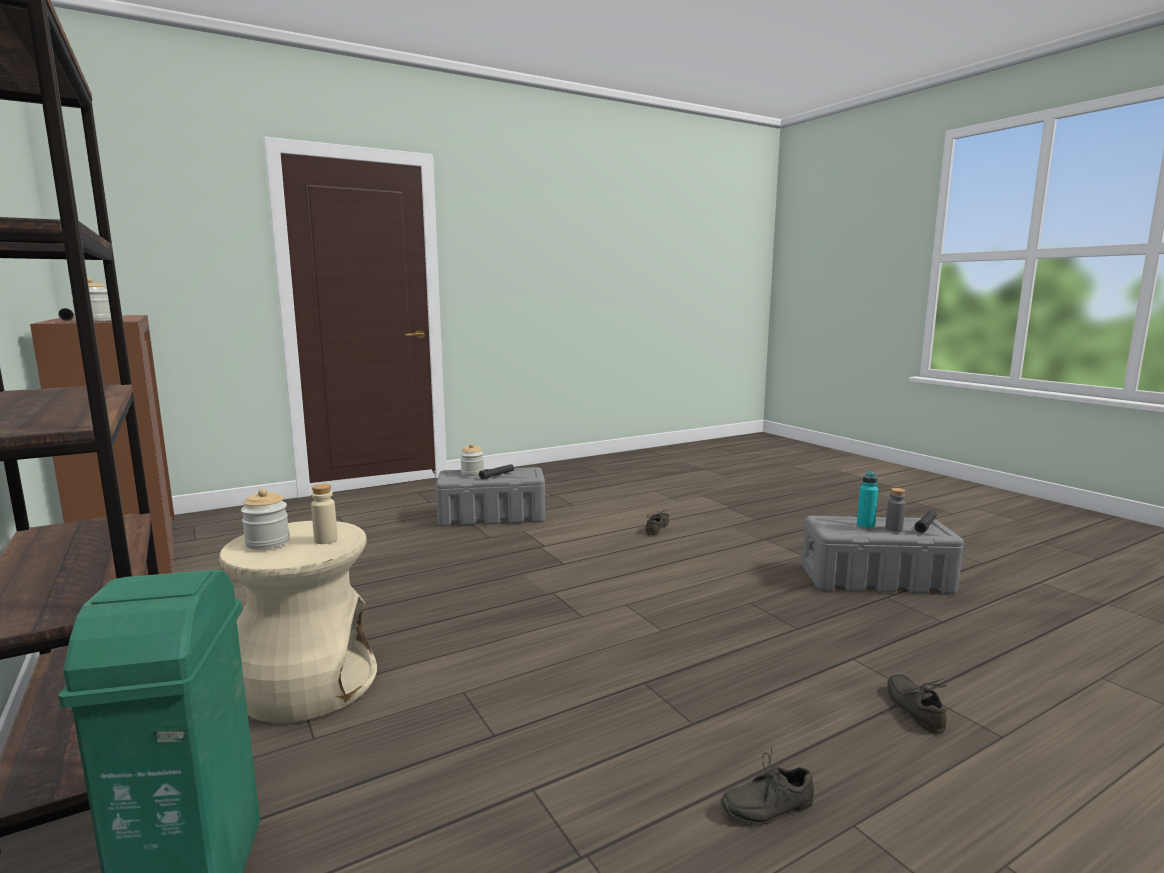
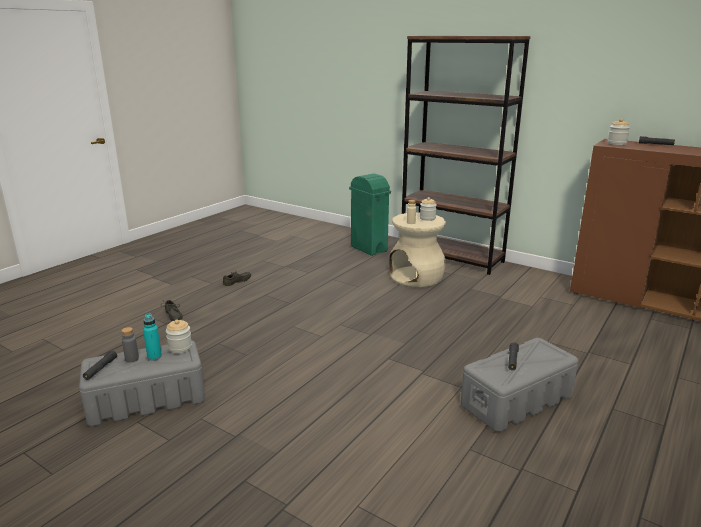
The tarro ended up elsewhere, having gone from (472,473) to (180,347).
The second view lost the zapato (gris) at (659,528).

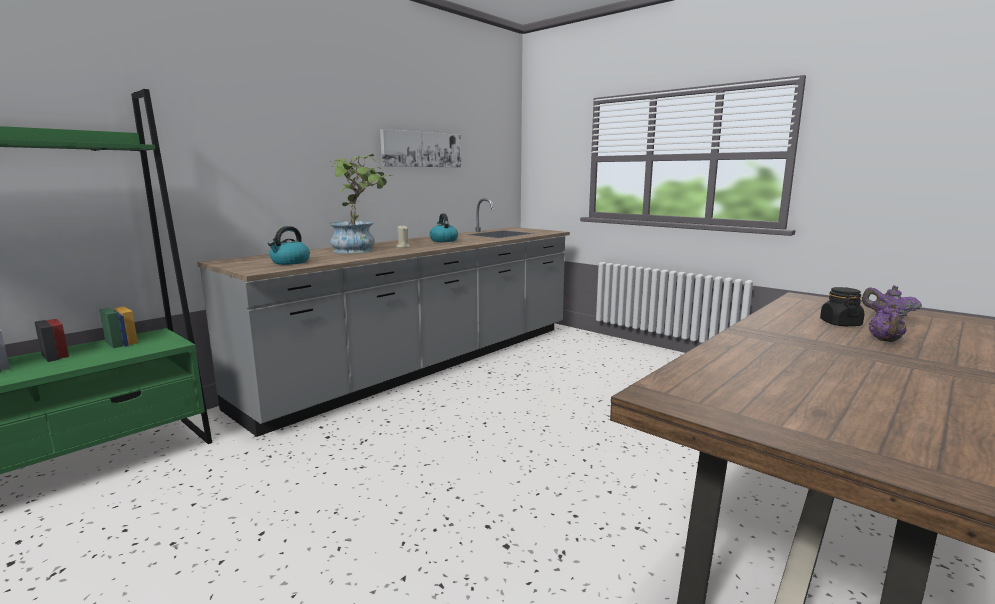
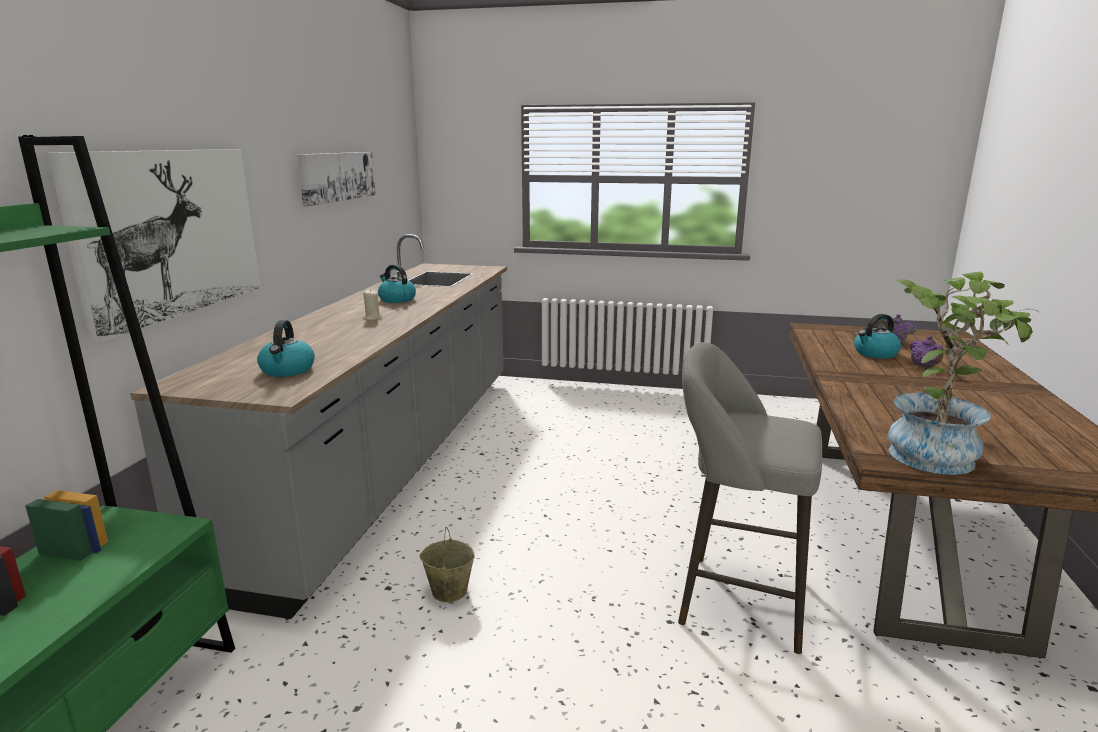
The planta en maceta ended up elsewhere, having gone from (360,250) to (938,453).
Where the tarro (negro) stood at (840,323), the hervidor came to stand at (875,353).
The second view gained the cuadro at (171,233).
The second view gained the taburete (gris) at (734,599).
The second view gained the cubo (beis) at (448,591).

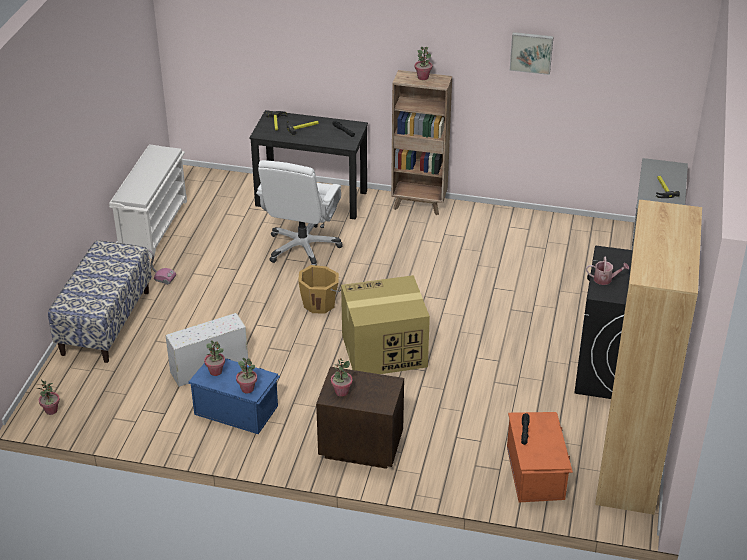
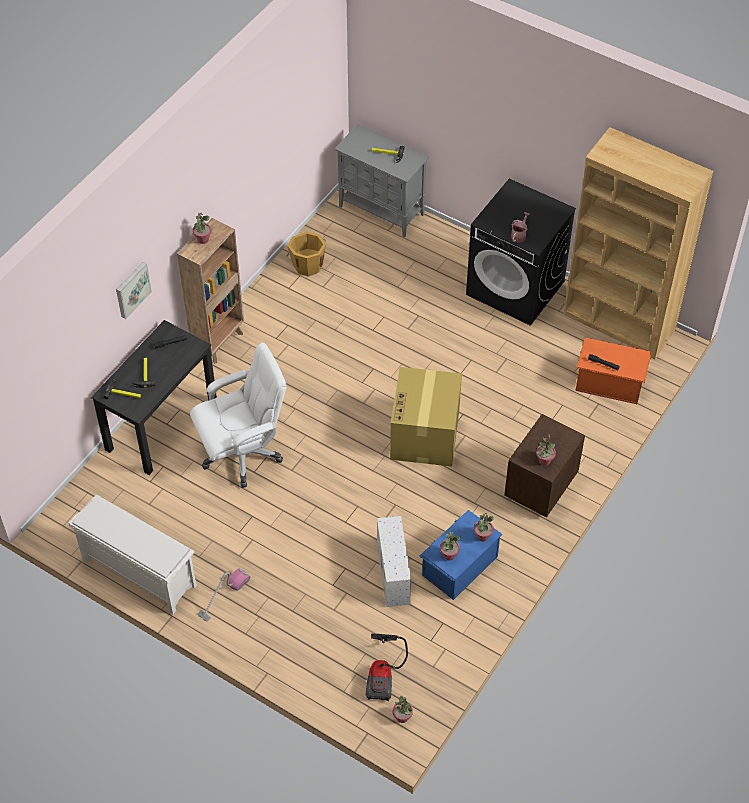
The cuadro ended up elsewhere, having gone from (531,52) to (132,289).
The silla de oficina (blanco) at (303,248) ended up facing another way, 60 degrees counterclockwise from before.
The second view lost the banco at (105,322).
The cubo (naranja) ended up elsewhere, having gone from (319,303) to (307,265).
The second view gained the aspiradora at (383,674).

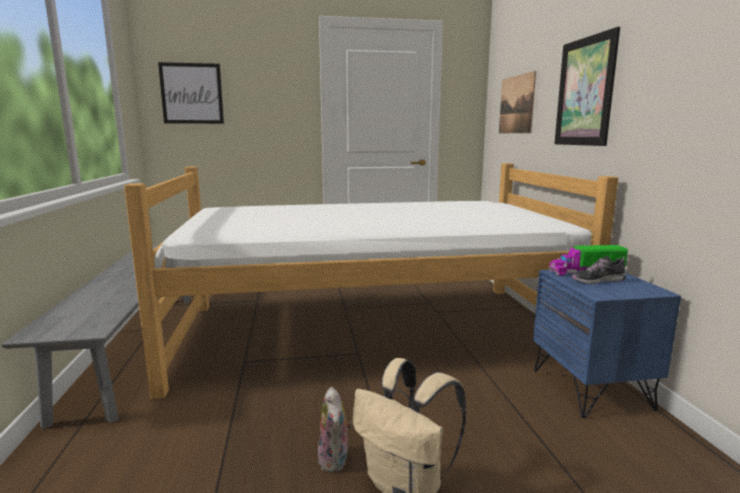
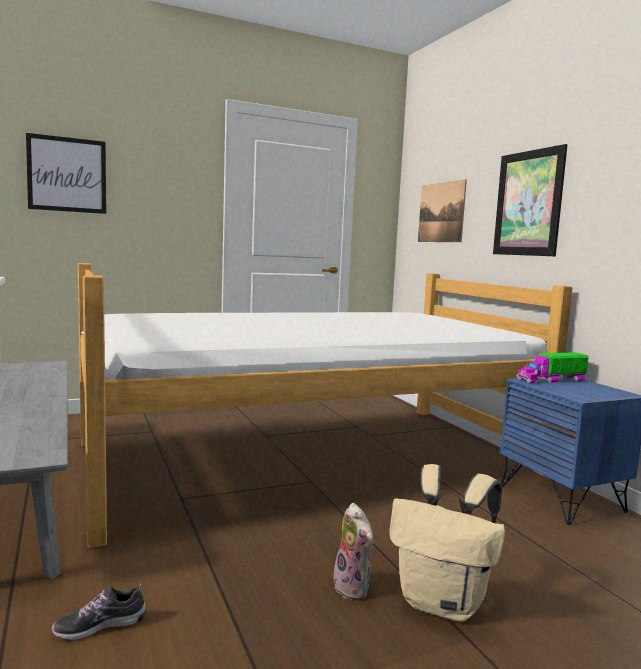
The zapato ended up elsewhere, having gone from (597,281) to (100,625).

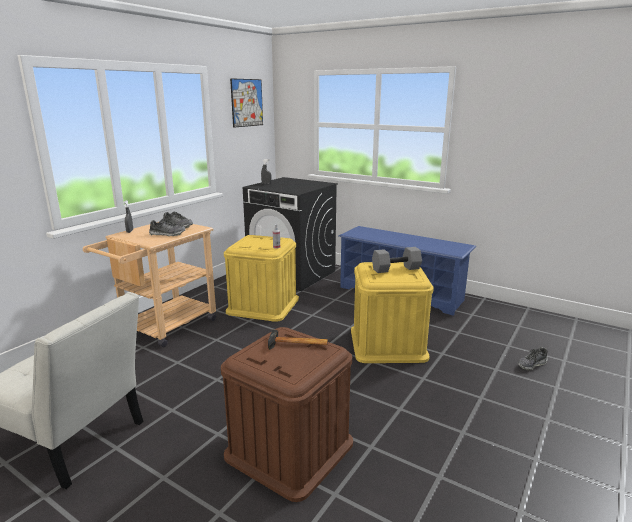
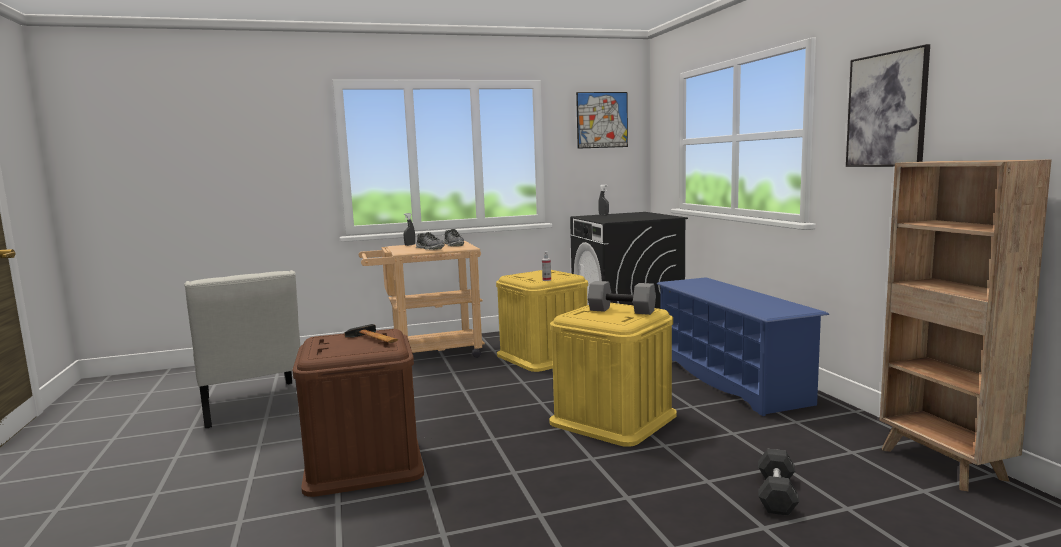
Where the zapato stood at (531,364), the mancuerna (gris) came to stand at (776,494).
The second view gained the cuadro at (886,110).
The second view gained the estantería (marrón) at (943,465).

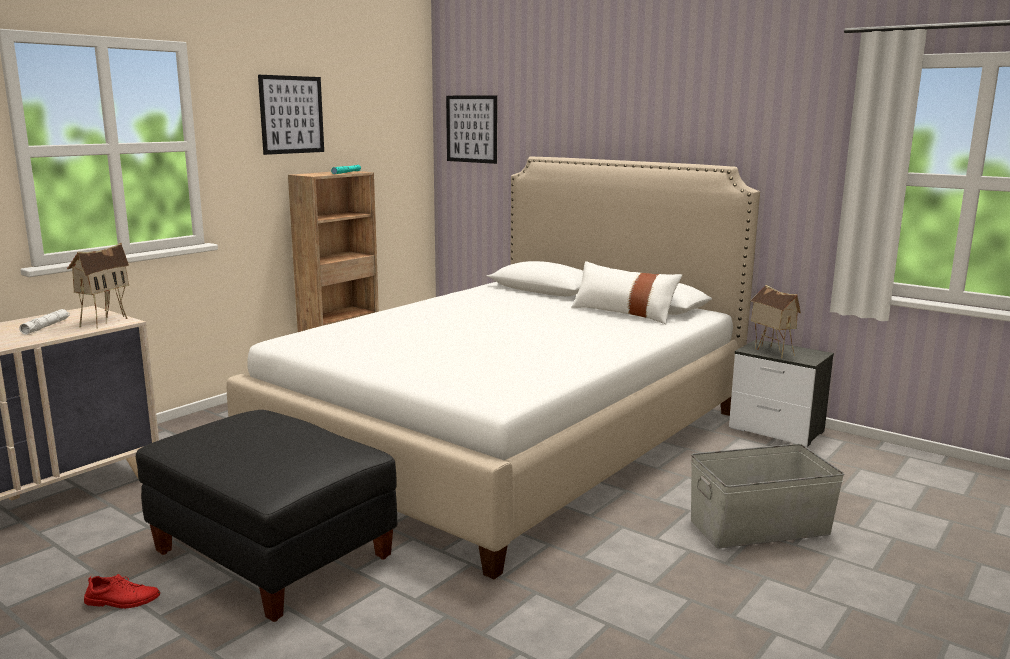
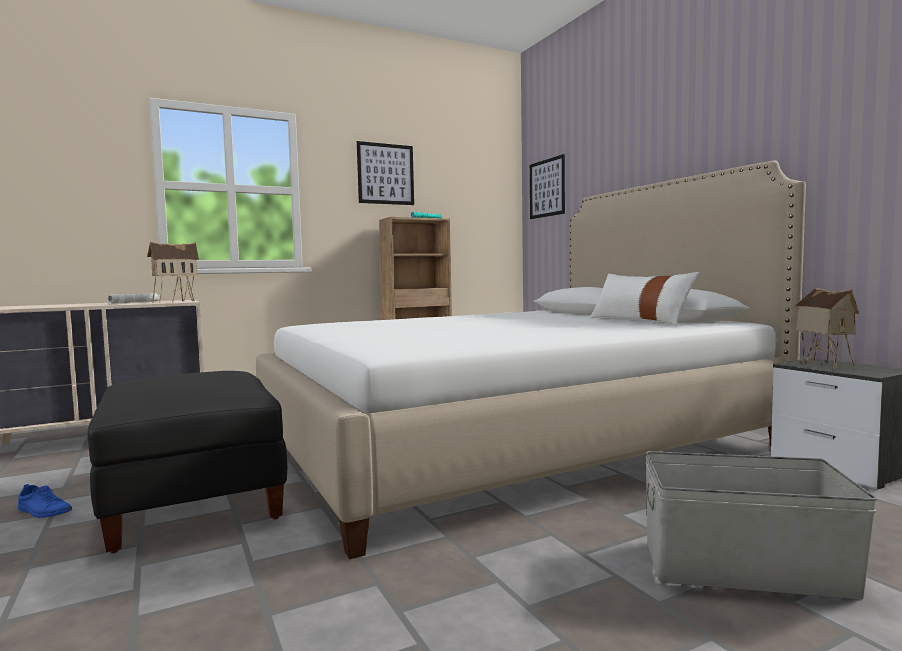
What was the zapato (rojo) at (122,600) turned into the zapato (azul) at (44,511).

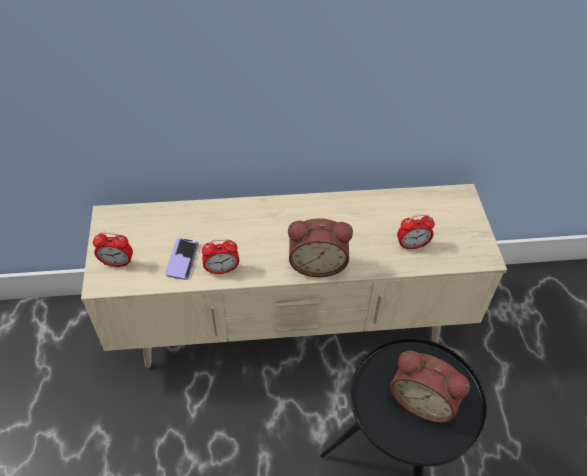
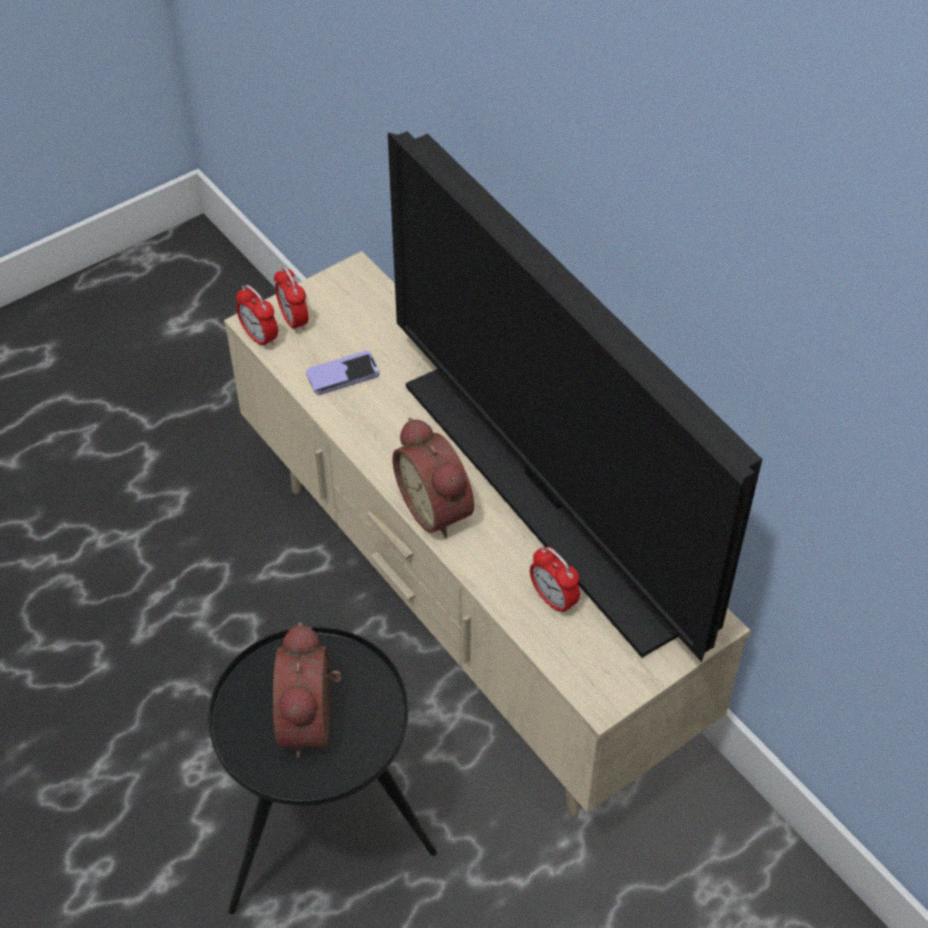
The despertador ended up elsewhere, having gone from (222,270) to (259,338).
The second view gained the televisor at (547,499).

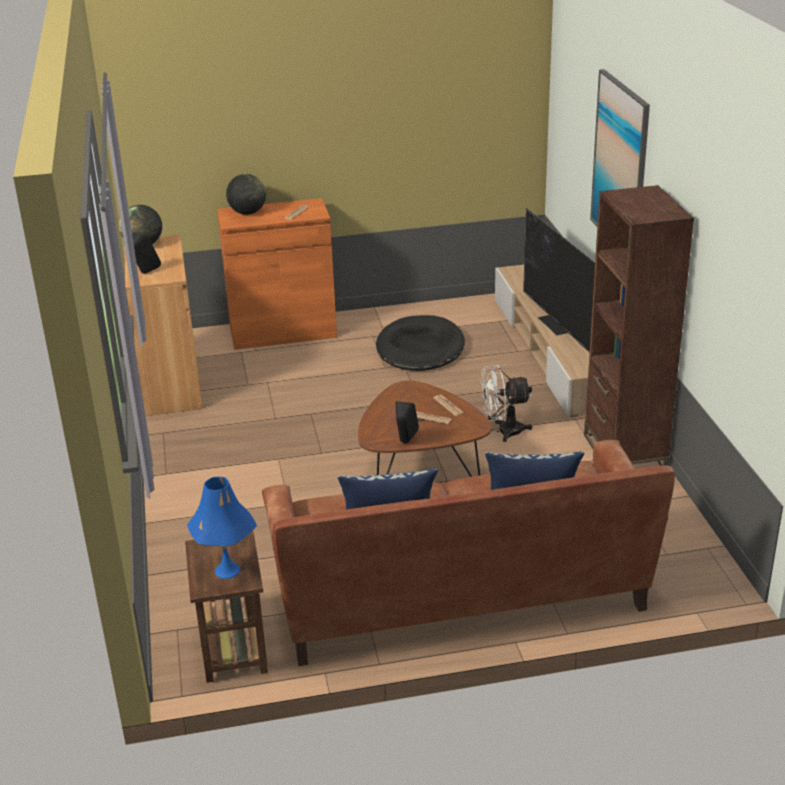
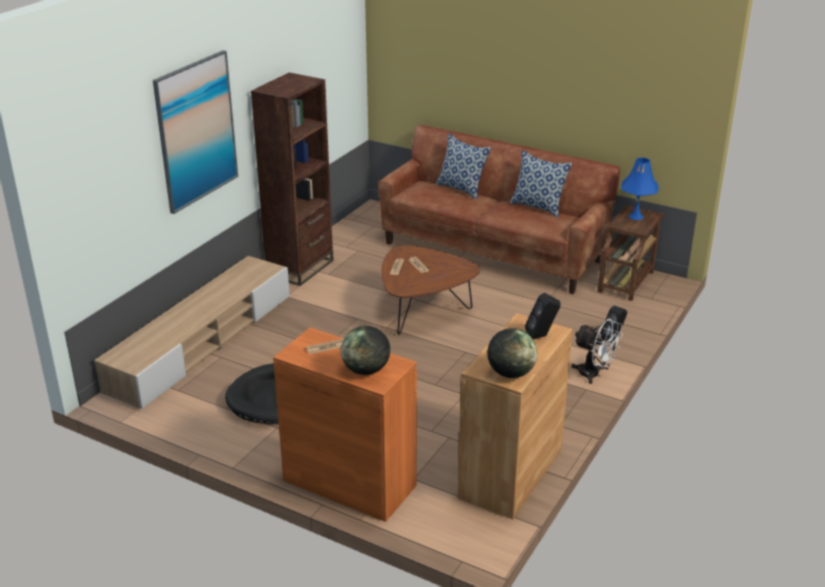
The second view lost the televisor at (558,324).
The ventilador (blanco) ended up elsewhere, having gone from (503,431) to (594,374).
The altavoz (negro) ended up elsewhere, having gone from (405,442) to (613,339).

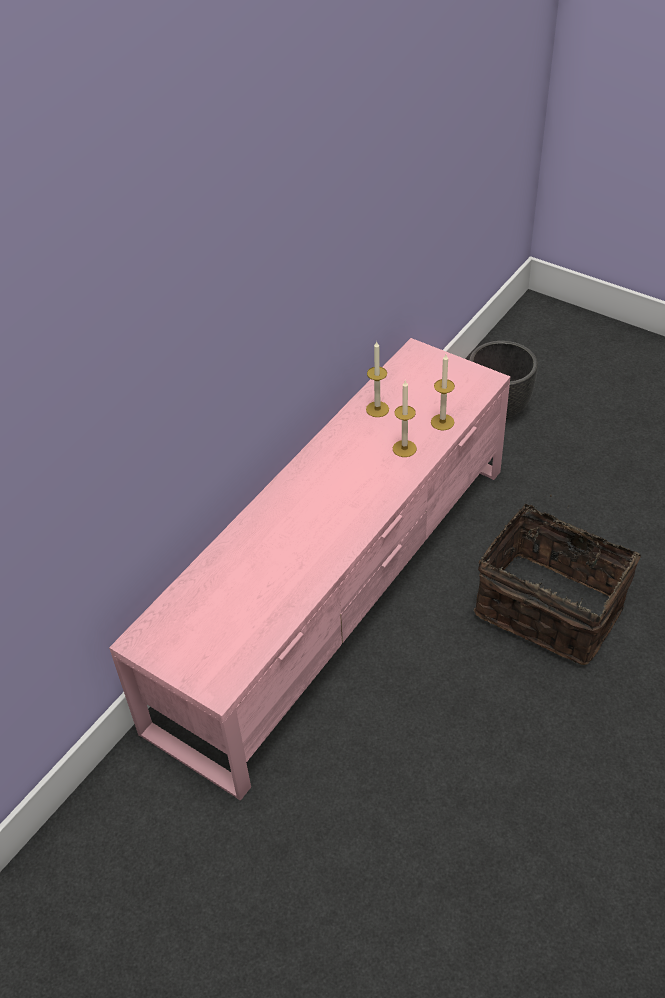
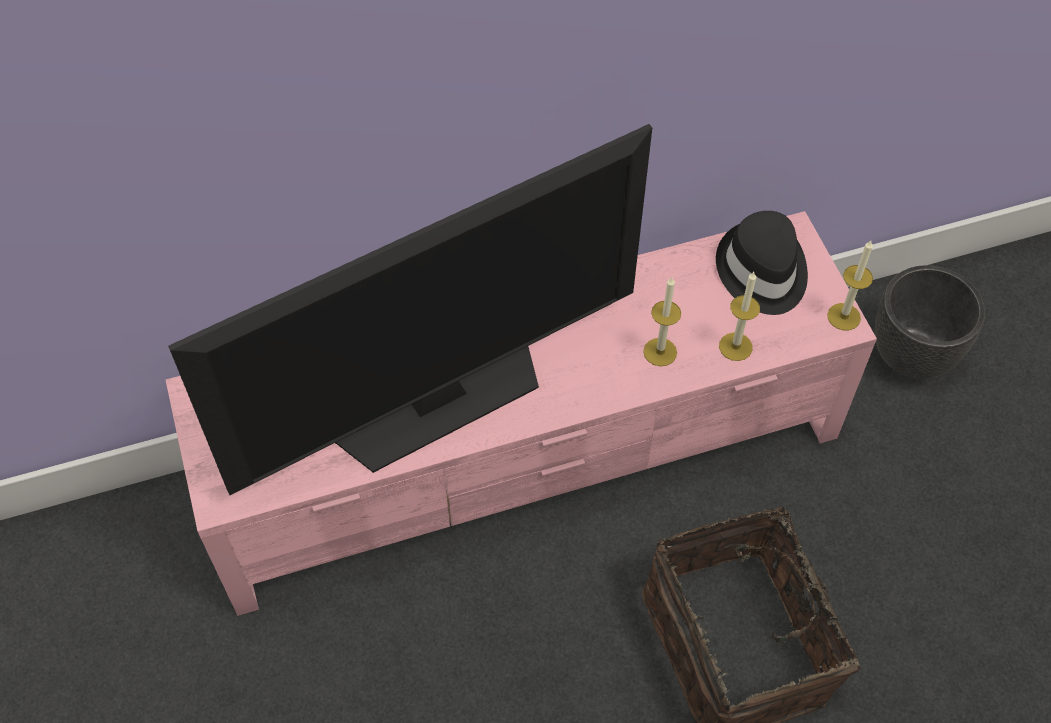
The vela ended up elsewhere, having gone from (377,409) to (844,316).
The second view gained the televisor at (438,399).
The second view gained the sombrero (negro) at (761,271).

